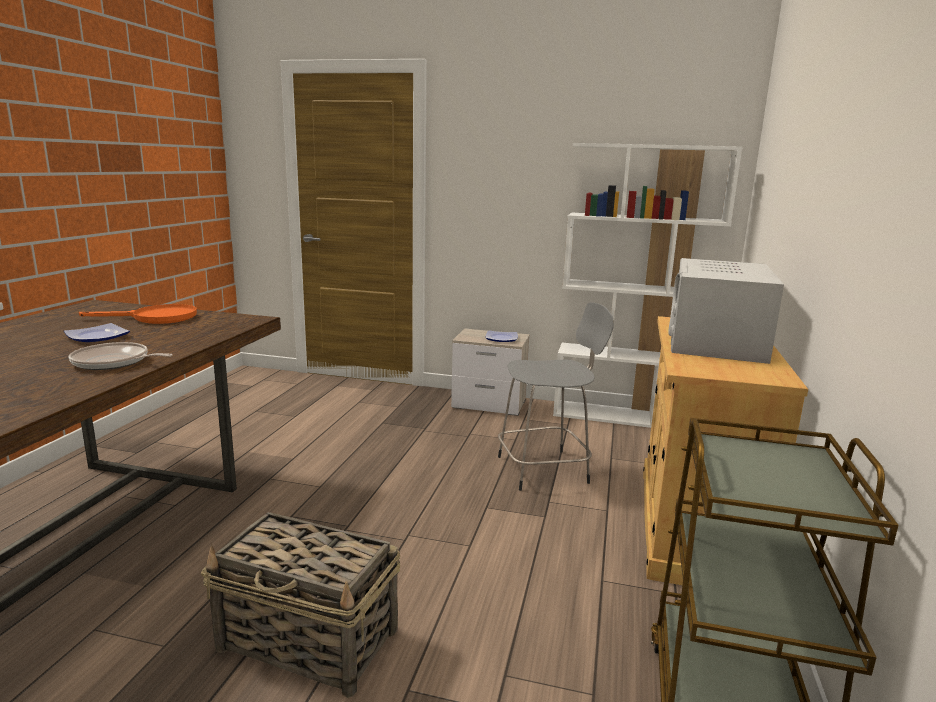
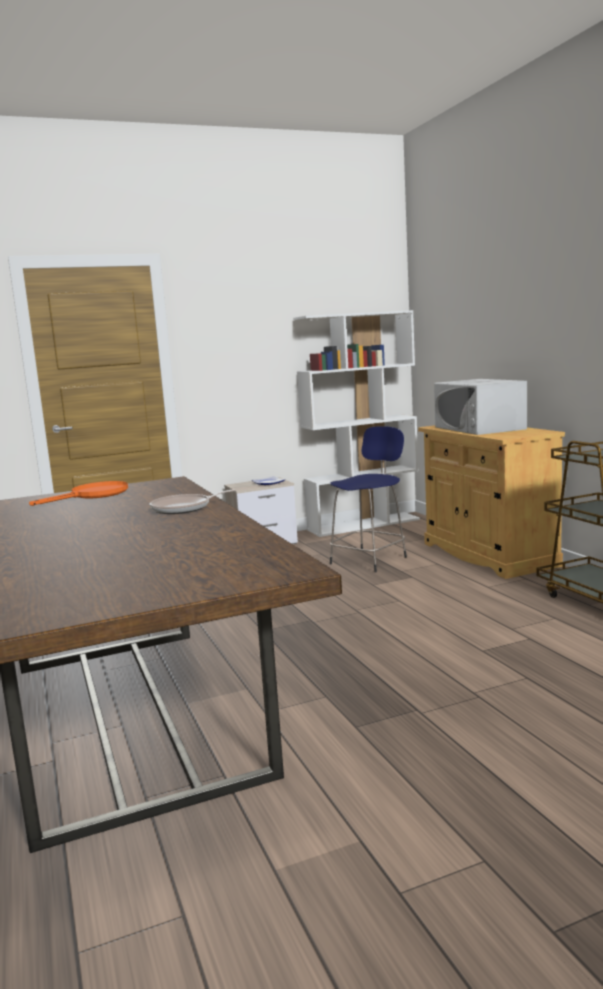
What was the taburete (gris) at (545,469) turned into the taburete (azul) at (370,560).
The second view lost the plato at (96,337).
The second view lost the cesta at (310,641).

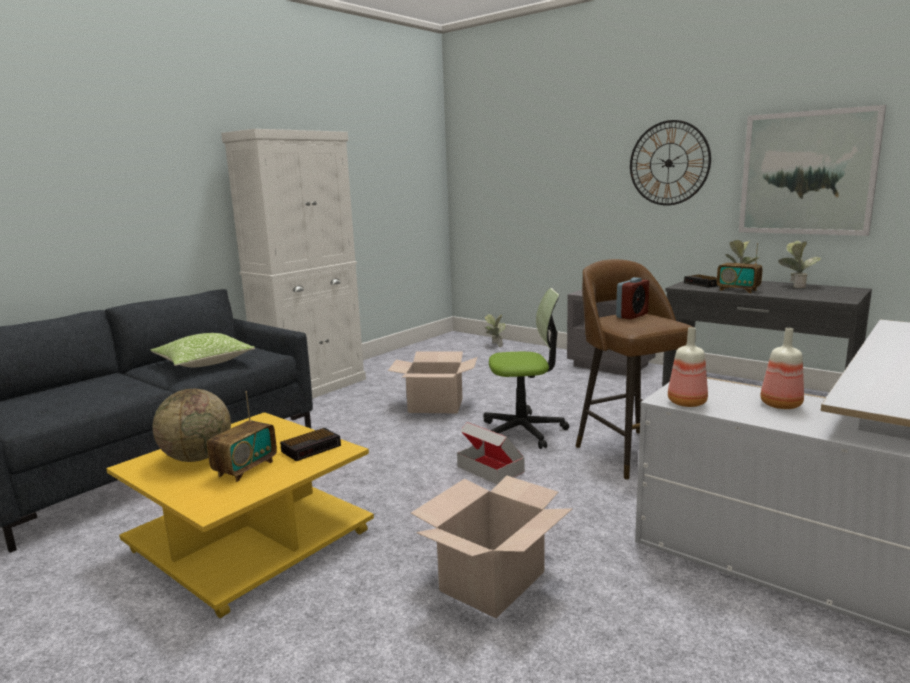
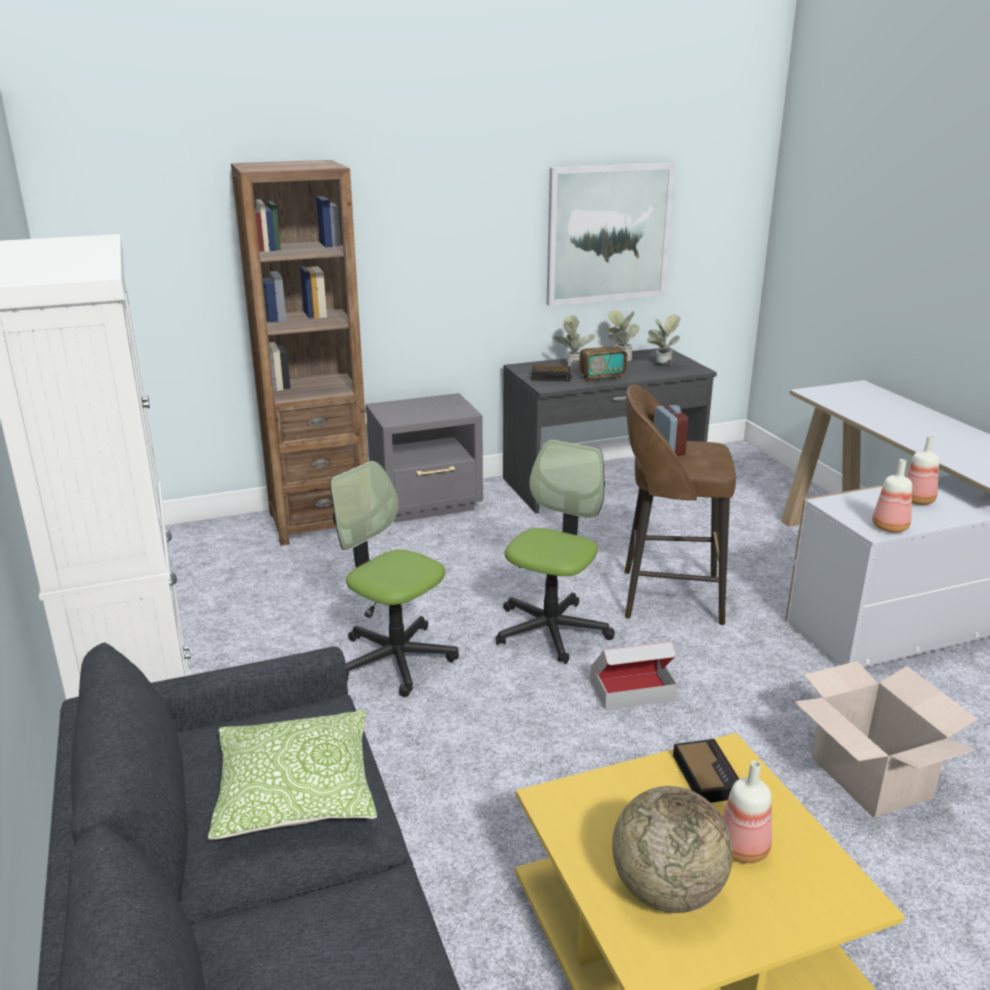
The second view lost the reloj de pared at (669,163).
The planta en maceta ended up elsewhere, having gone from (495,346) to (661,366).
Where the caja de cartón stood at (436,405), the silla de oficina came to stand at (395,659).
Where the radio stood at (245,469), the botella came to stand at (740,848).
The second view gained the estantería (marrón) at (320,521).

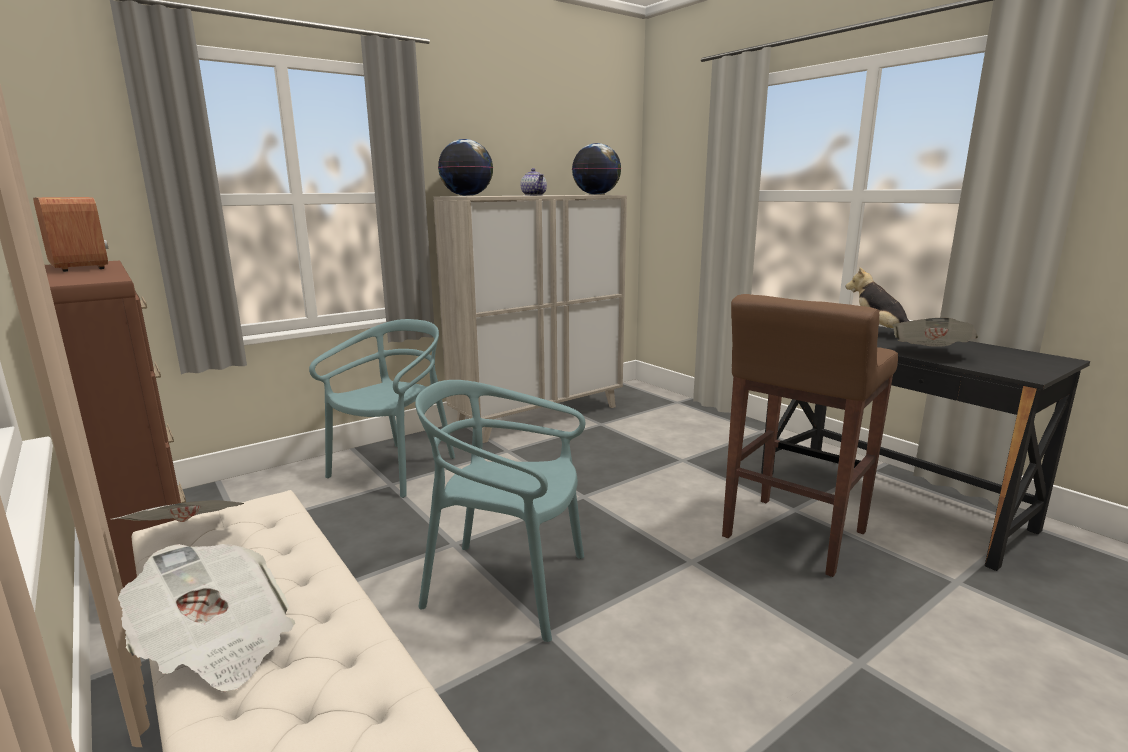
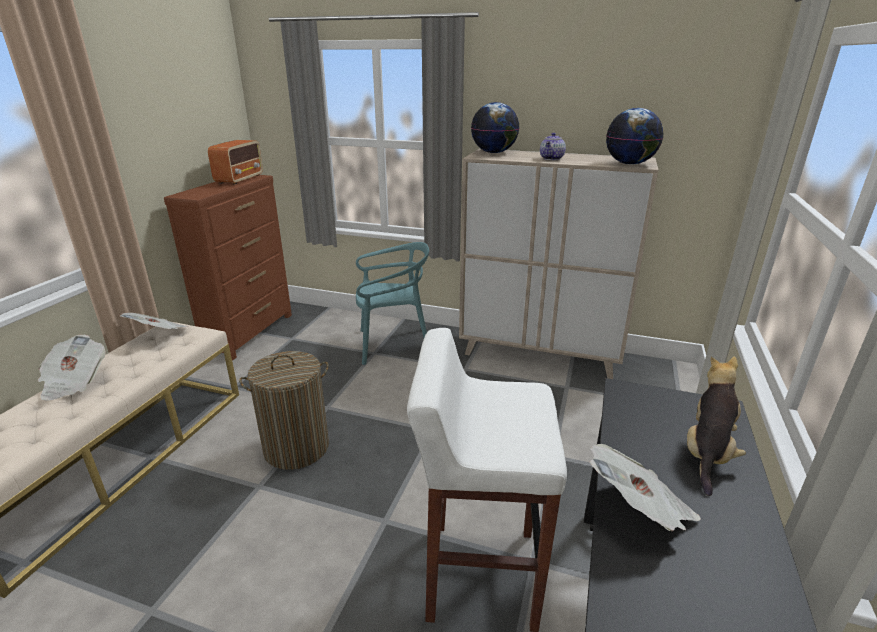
What was the taburete (marrón) at (792,535) turned into the taburete (blanco) at (479,573).
Where the silla (turquesa) stood at (507,585), the cesto de la ropa came to stand at (297,447).

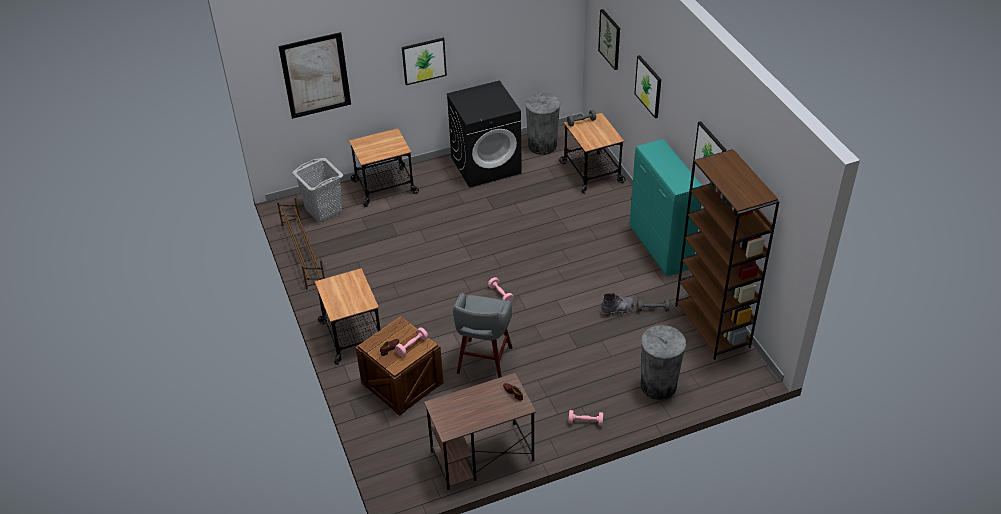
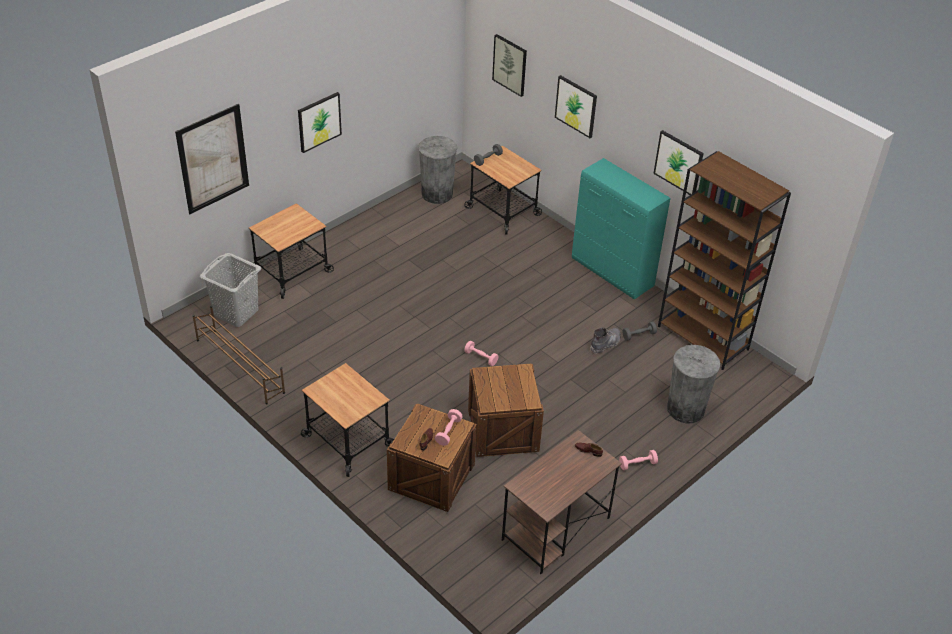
The second view lost the lavadora (negro) at (486,165).
Where the taburete (gris) stood at (484,362), the caja de embalaje came to stand at (503,431).

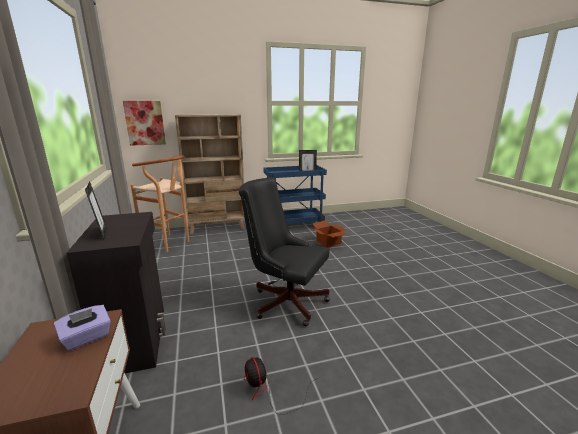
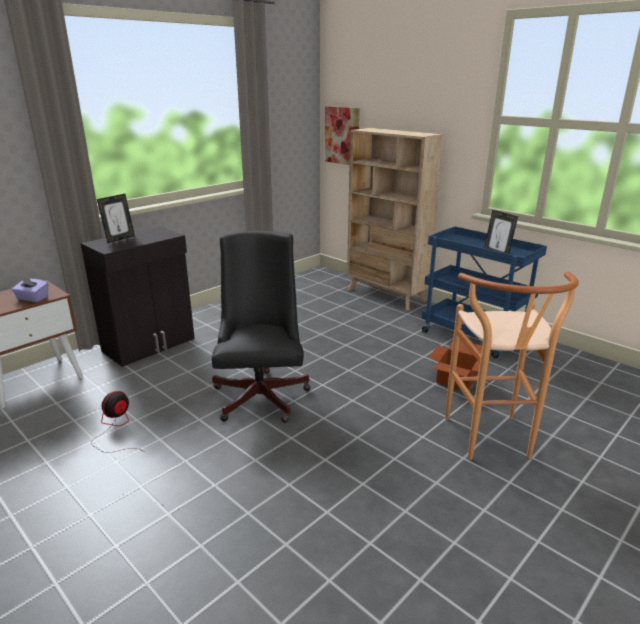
The taburete (marrón) ended up elsewhere, having gone from (170,244) to (491,442).

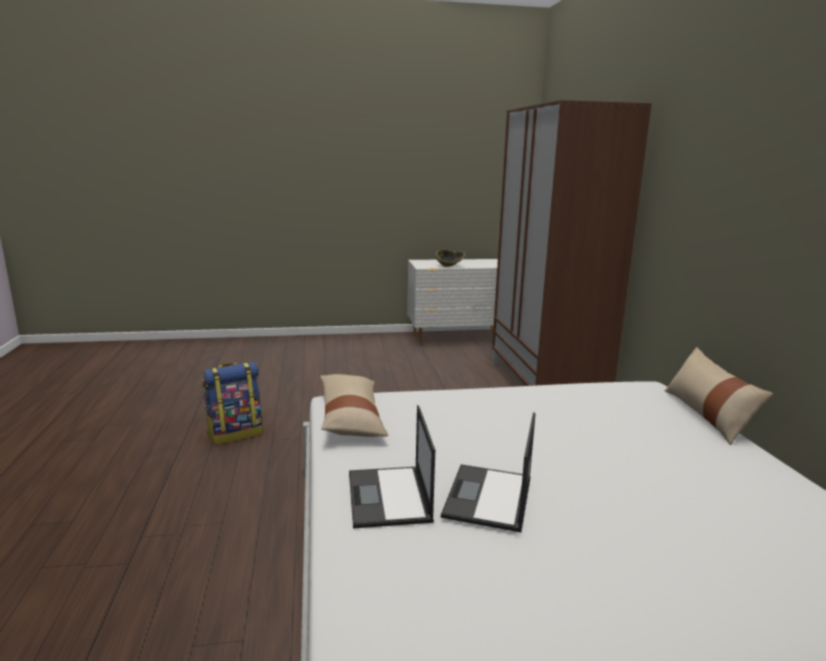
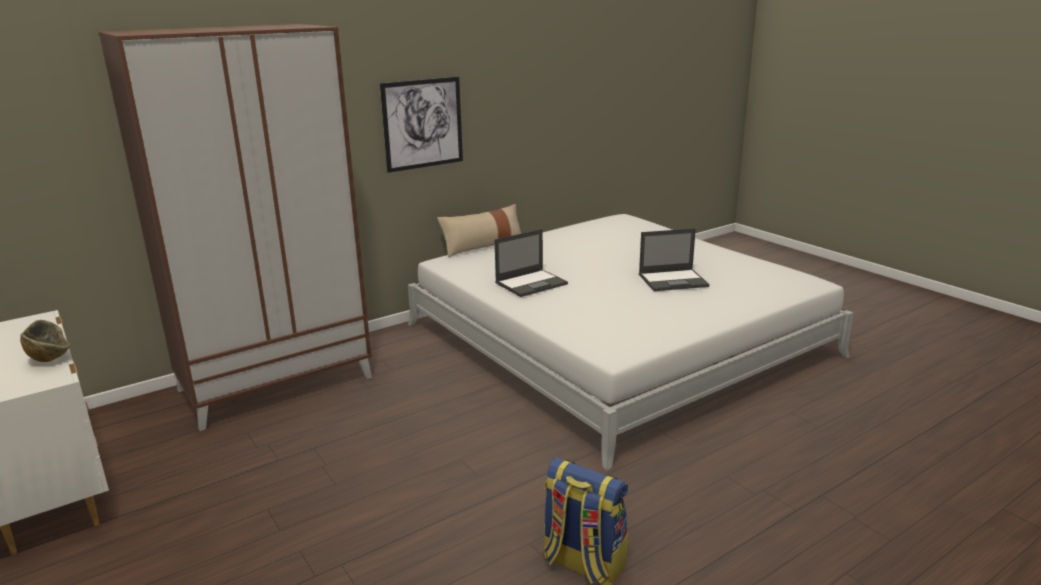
The second view lost the cojín (beis) at (351,417).
The portátil ended up elsewhere, having gone from (389,497) to (532,283).
The second view gained the cuadro at (423,124).

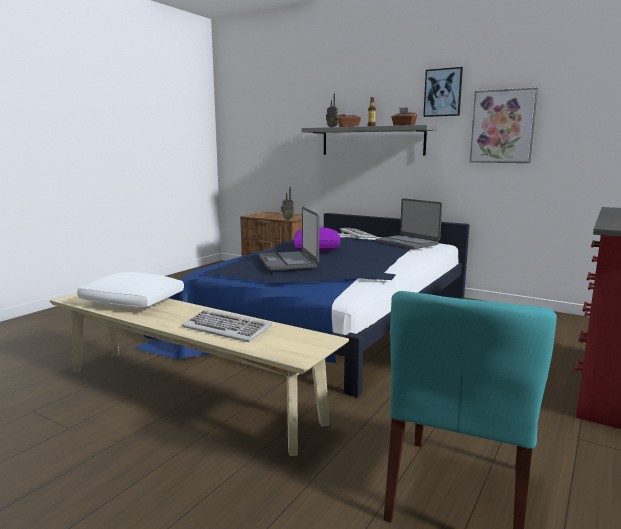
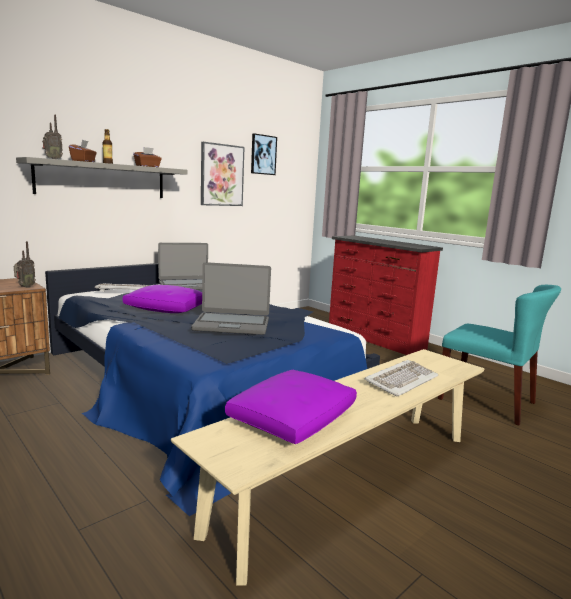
The cuadro ended up elsewhere, having gone from (443,92) to (263,154).
What was the cojín (blanco) at (134,302) turned into the cojín (morado) at (293,419).

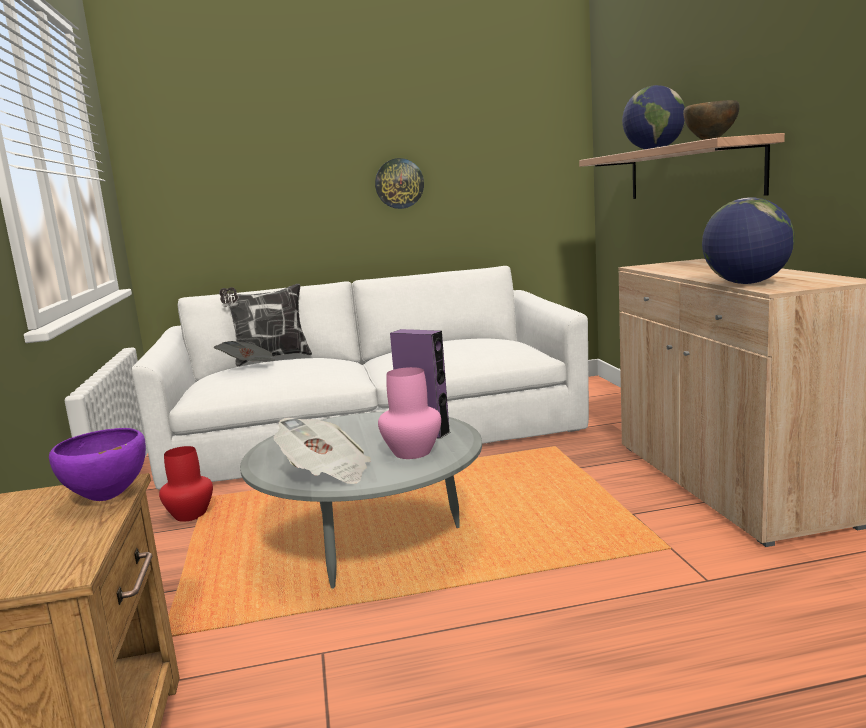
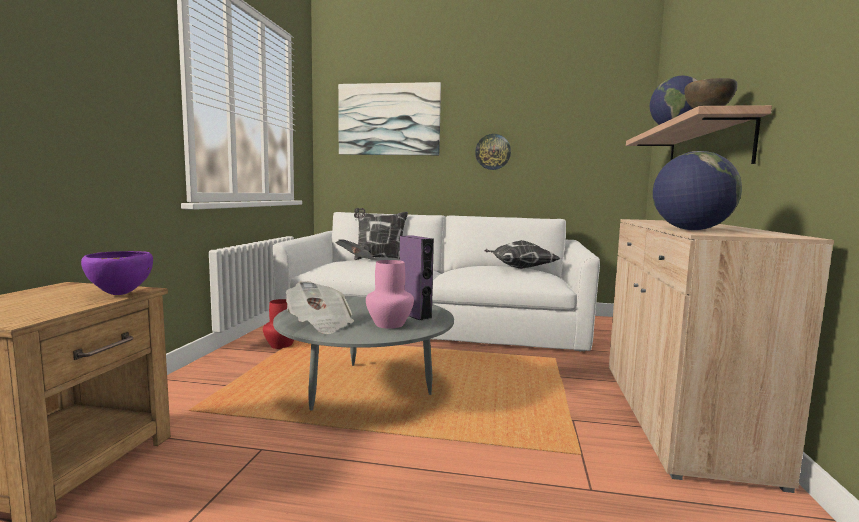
The second view gained the cuadro at (389,119).
The second view gained the cojín at (519,268).

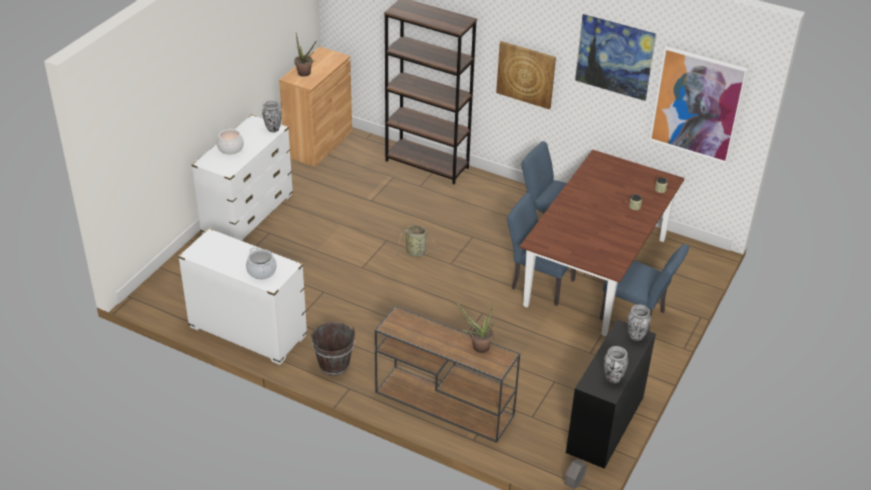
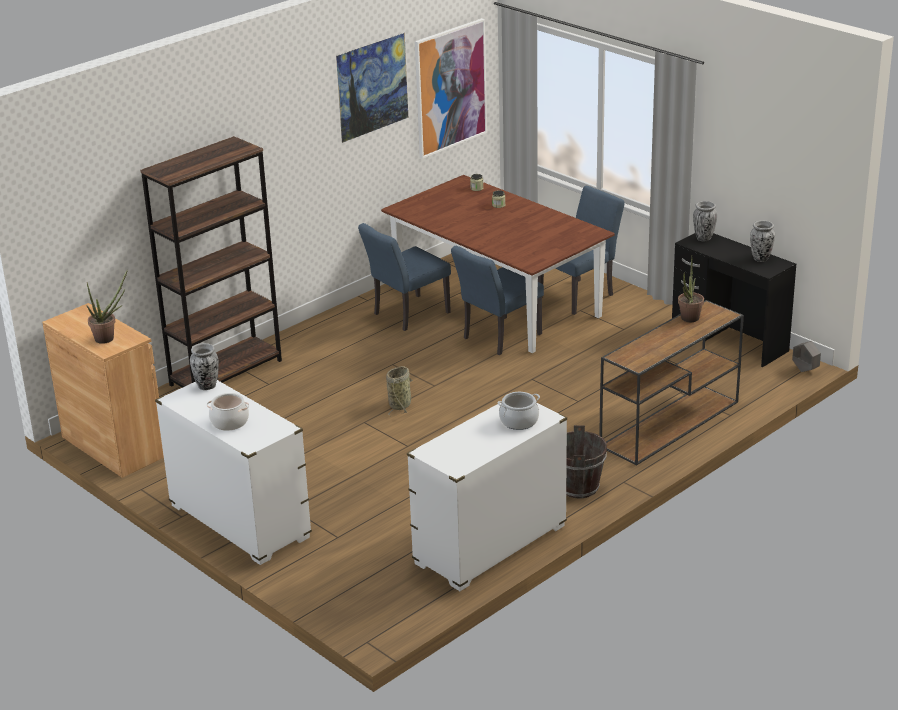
The second view lost the cuadro at (526,74).

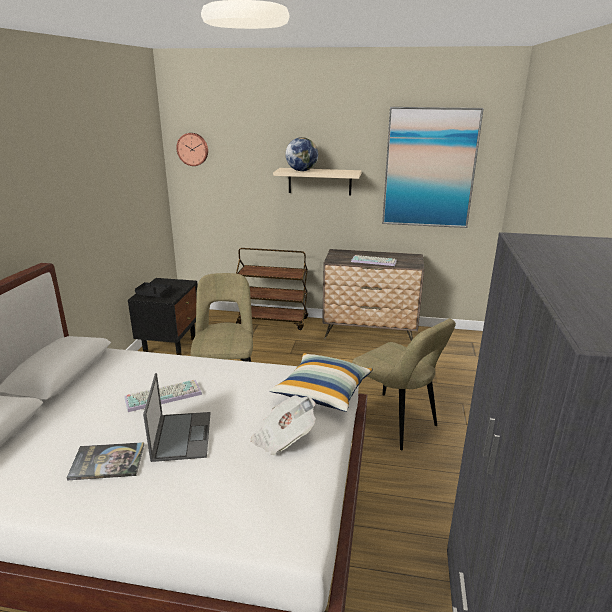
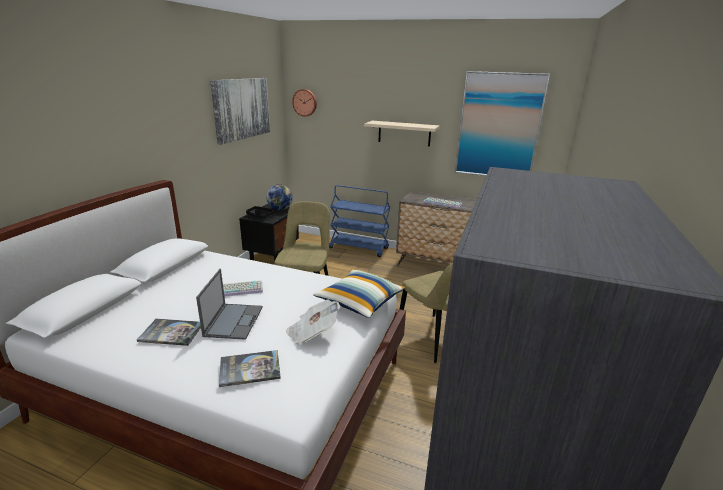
The globo terráqueo ended up elsewhere, having gone from (301,171) to (280,209).
What was the carrito (marrón) at (273,321) turned into the carrito (azul) at (359,248).
The second view gained the cuadro at (242,109).
The second view gained the libro at (250,369).

